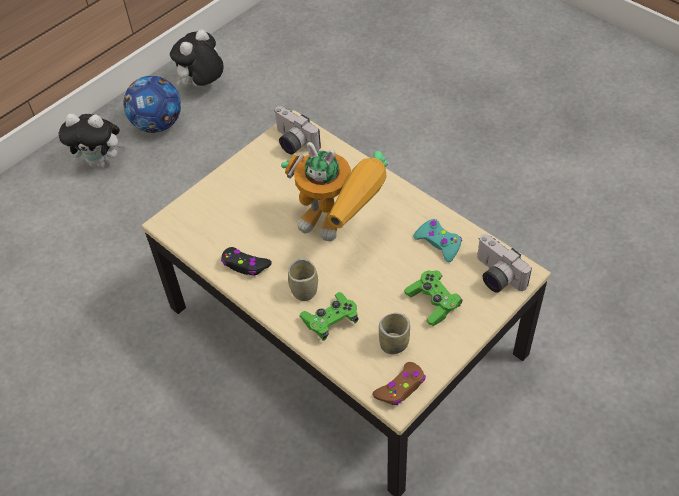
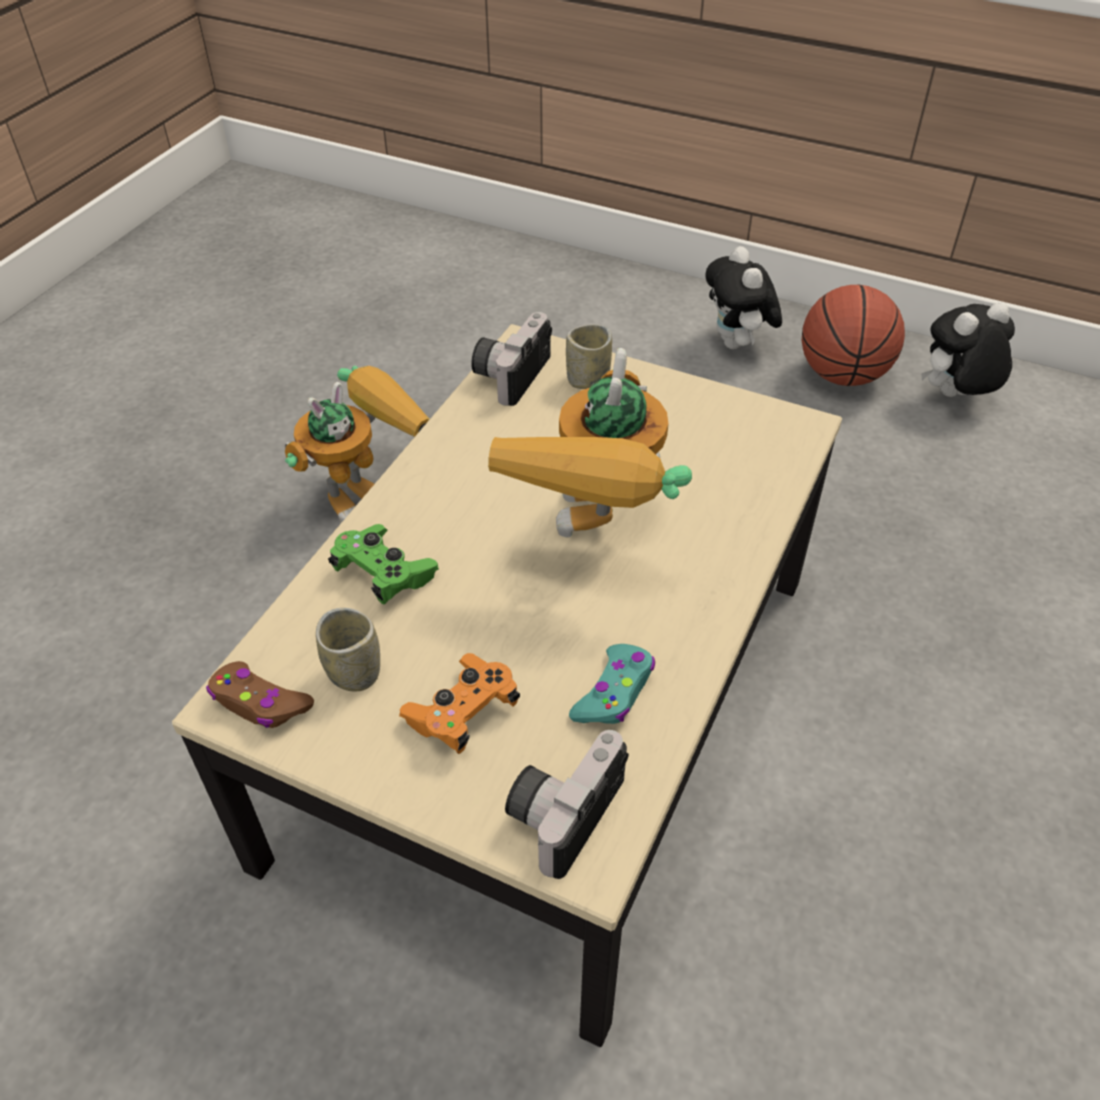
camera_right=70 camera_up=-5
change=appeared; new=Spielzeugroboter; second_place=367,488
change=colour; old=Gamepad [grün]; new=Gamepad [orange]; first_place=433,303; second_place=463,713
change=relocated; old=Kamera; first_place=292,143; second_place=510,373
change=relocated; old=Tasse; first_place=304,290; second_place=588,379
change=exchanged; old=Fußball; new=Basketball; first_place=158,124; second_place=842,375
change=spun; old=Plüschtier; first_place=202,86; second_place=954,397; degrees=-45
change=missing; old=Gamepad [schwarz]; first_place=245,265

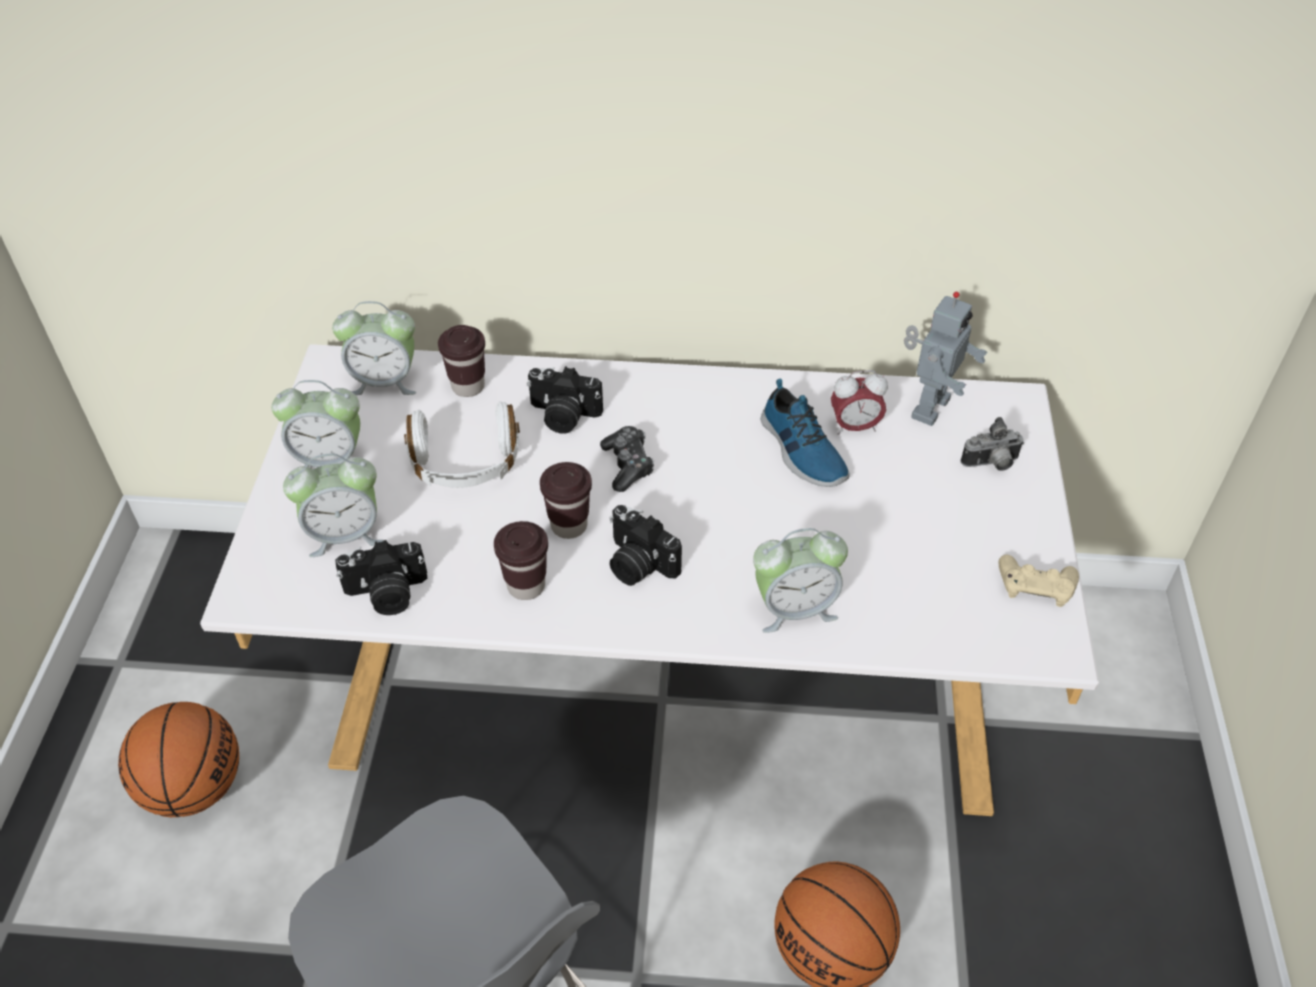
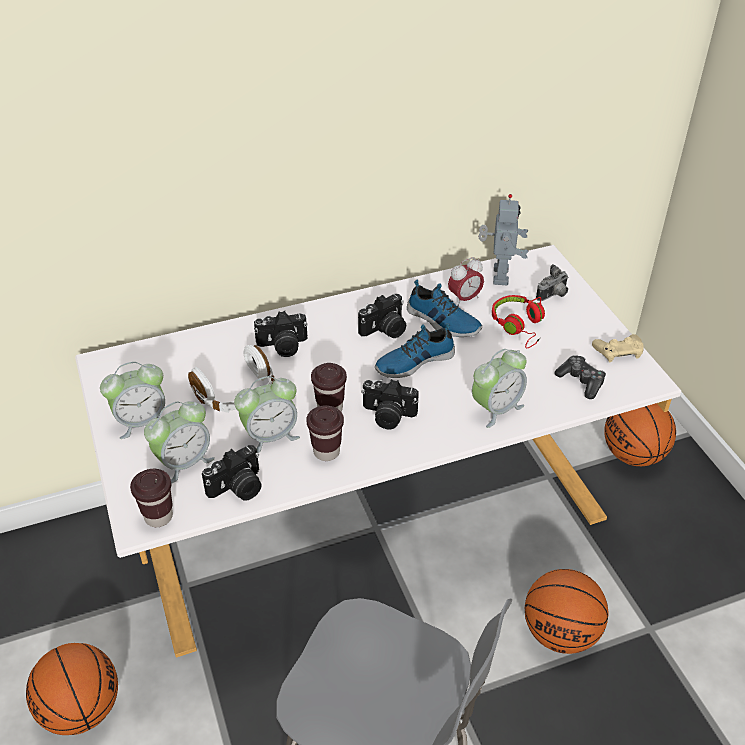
camera_right=-25 camera_up=-5
change=relocated; old=Tasse [braun]; first_place=468,386; second_place=158,517
change=relocated; old=Wecker; first_place=385,381; second_place=270,436
change=appeared; new=Kamera; second_place=385,330
change=appeared; new=Schuh; second_place=414,361
change=appeared; new=Kopfhörer [rot]; second_place=519,326
change=relocated; old=Gamepad; first_place=628,465; second_place=581,381
change=appeared; new=Basketball; second_place=633,454

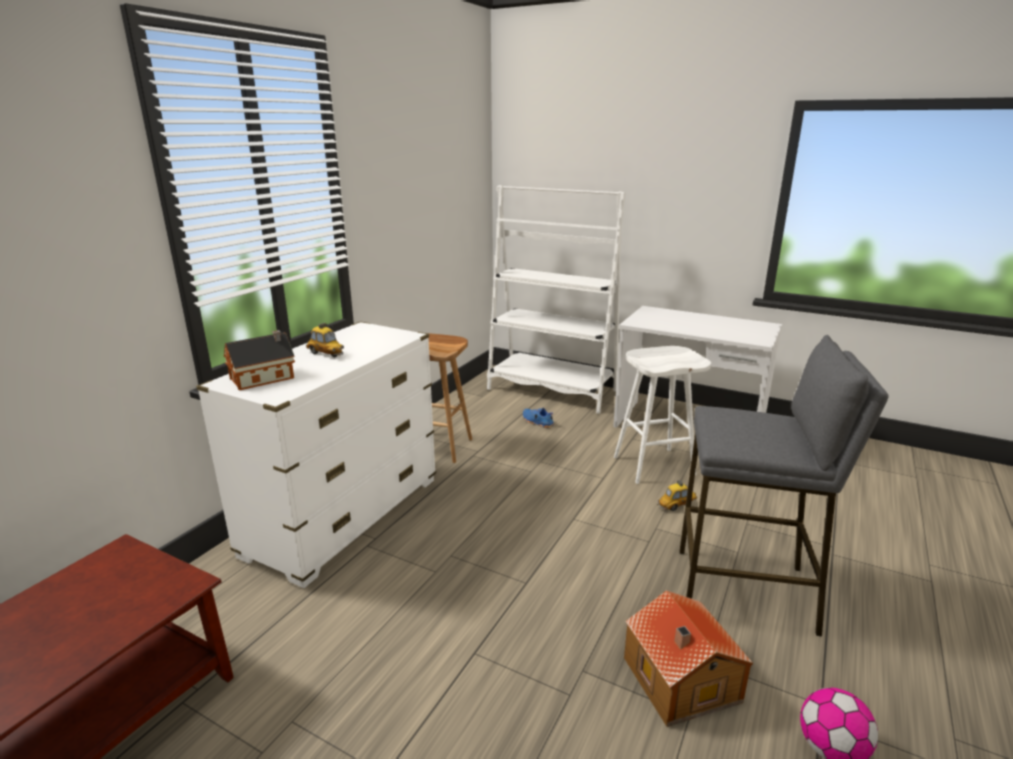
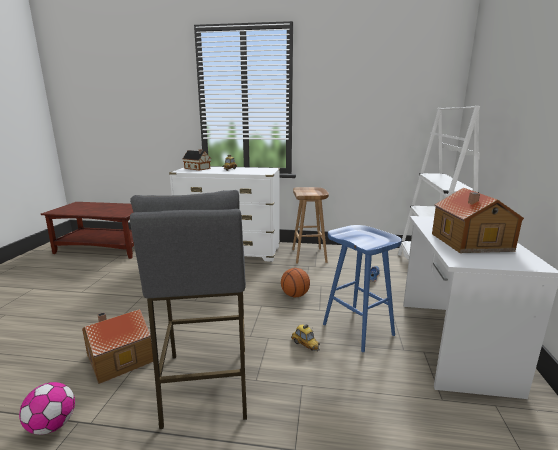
camera_right=70 camera_up=-5
change=appeared; new=Basketball; second_place=295,295
change=colour; old=Hocker [weiß]; new=Hocker [blau]; first_place=654,465; second_place=359,329
change=appeared; new=Spielzeughaus; second_place=470,242

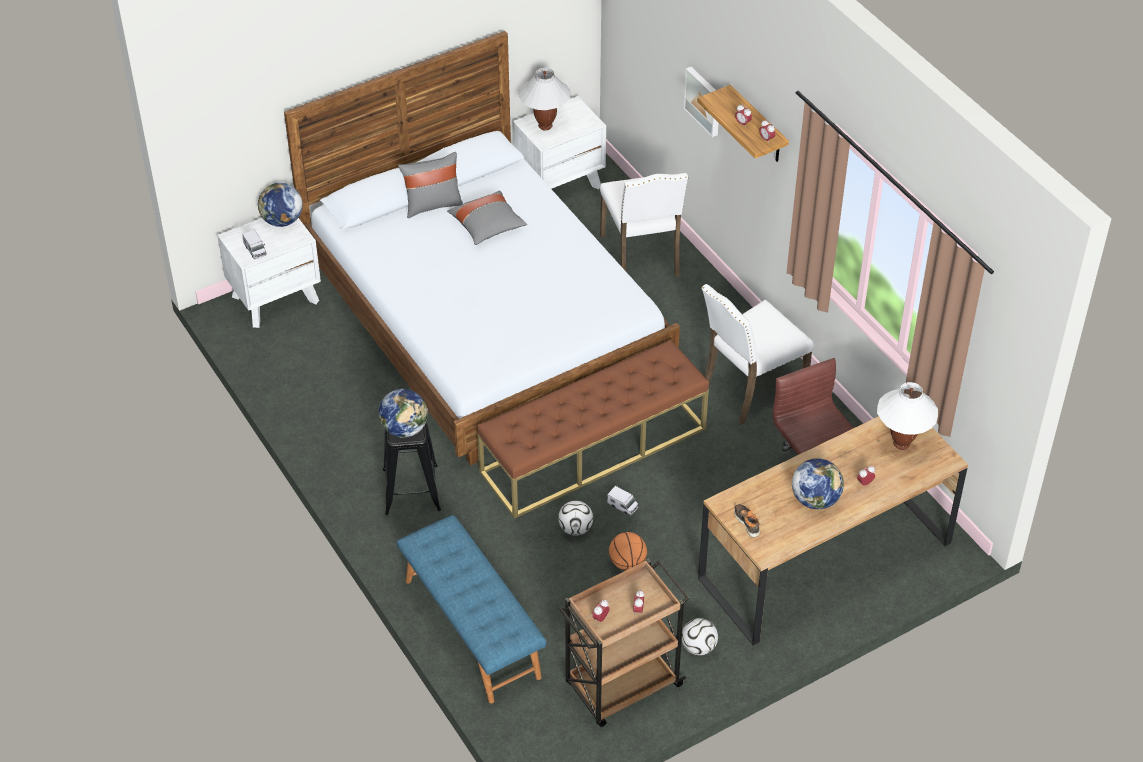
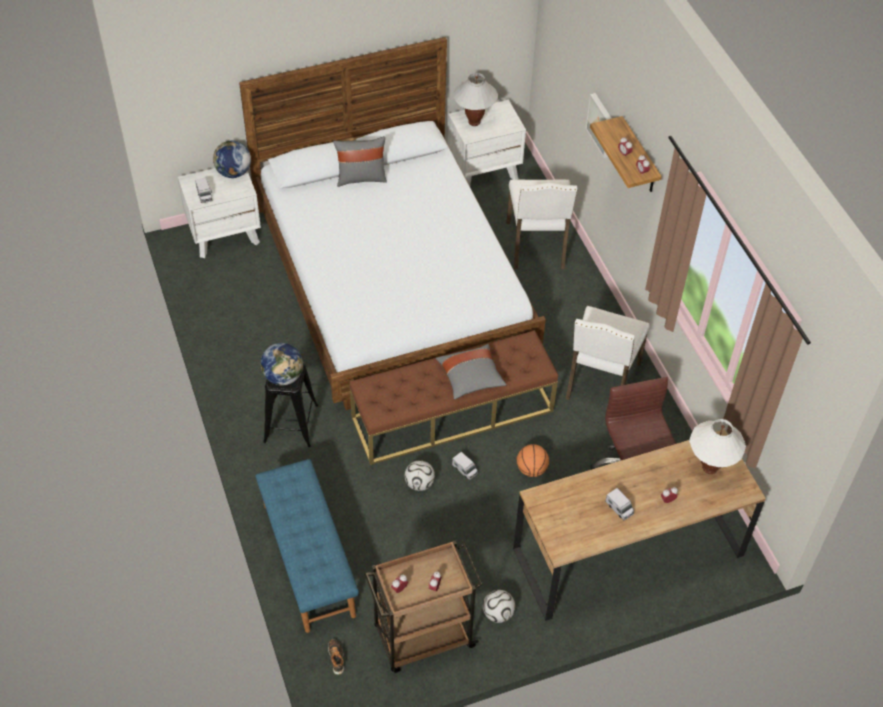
camera_right=10 camera_up=5
change=relocated; old=Schuh; first_place=747,522; second_place=336,658
change=relocated; old=Kissen [grau]; first_place=487,227; second_place=470,378
change=relocated; old=Basketball; first_place=627,563; second_place=531,469
change=spun; old=Stuhl [weiß]; first_place=750,389; second_place=600,382; degrees=-45
change=exchanged; old=Globus; new=Spielzeuglaster; first_place=815,499; second_place=619,508

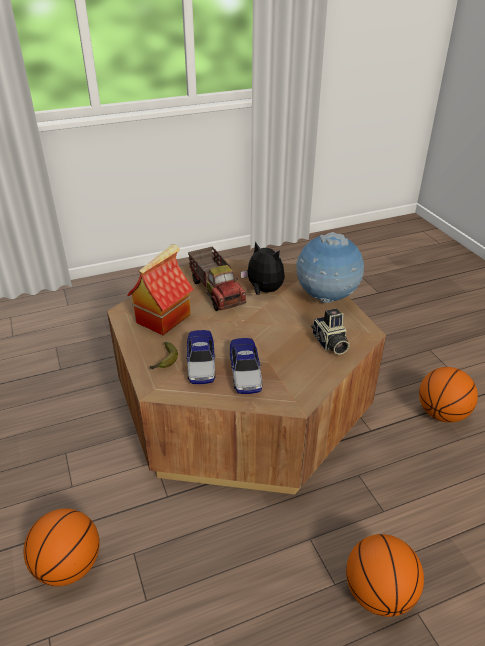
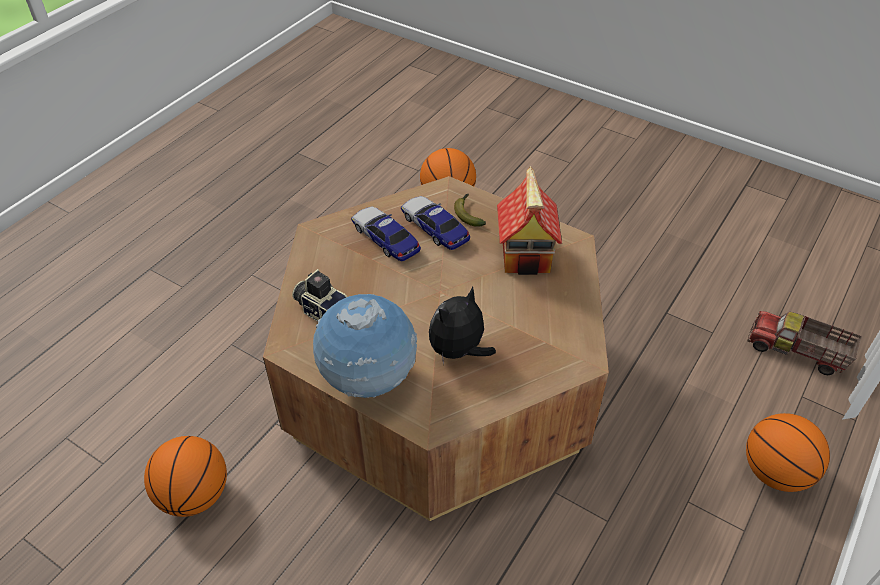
camera_right=145 camera_up=10
change=spun; old=Plüschtier; first_place=263,291; second_place=458,351; degrees=135
change=relocated; old=Basketball; first_place=379,593; second_place=775,472
change=relocated; old=Spielzeuglaster; first_place=217,291; second_place=796,352

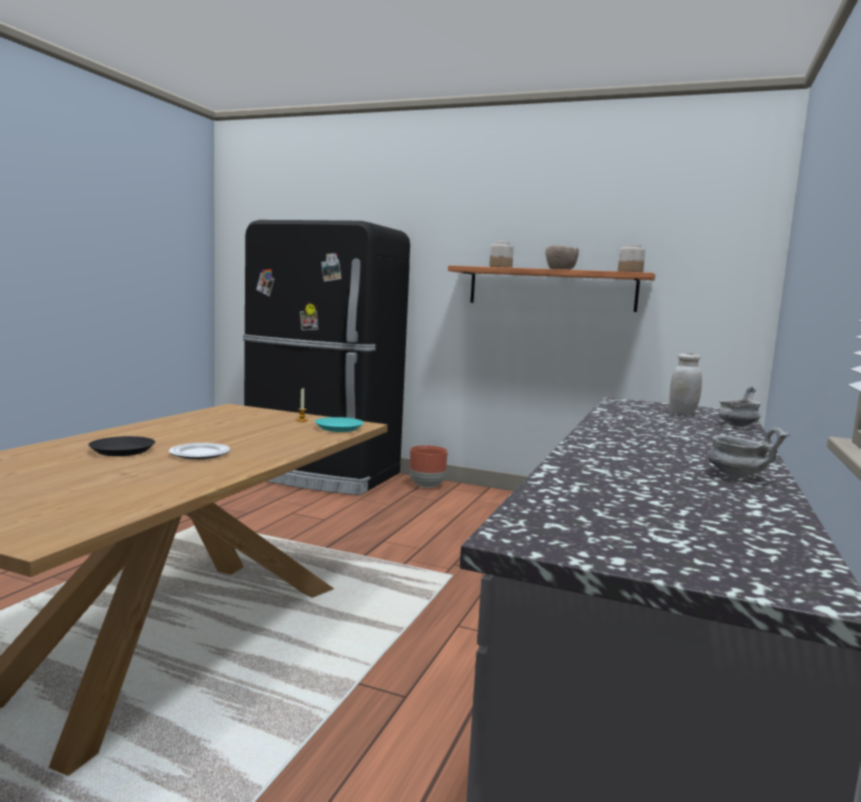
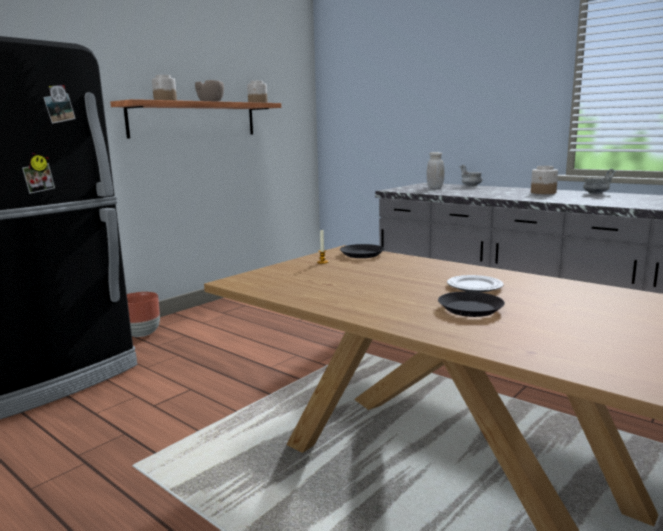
camera_right=-70 camera_up=5
change=colour; old=Teller [türkis]; new=Teller [schwarz]; first_place=339,428; second_place=361,254
change=appeared; new=Vorratsglas; second_place=543,192

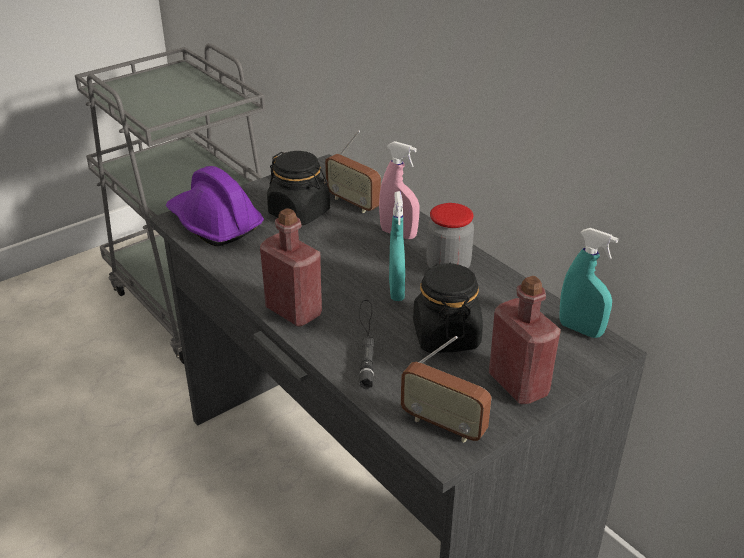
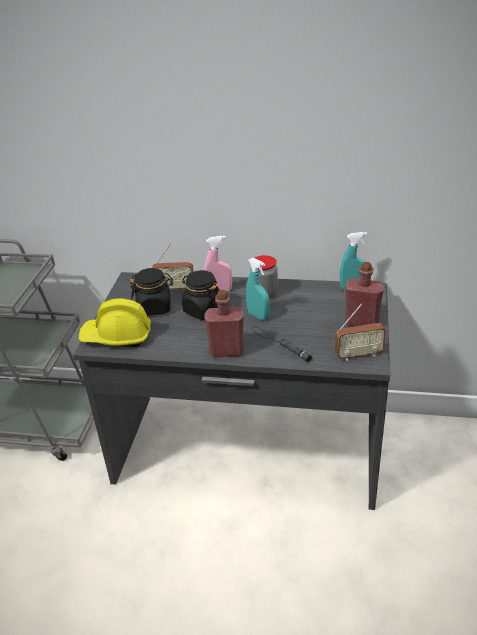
camera_right=-40 camera_up=0
change=colour; old=Schutzhelm [lila]; new=Schutzhelm [gelb]; first_place=214,223; second_place=117,337
change=relocated; old=Vorratsglas [schwarz]; first_place=446,335; second_place=203,310

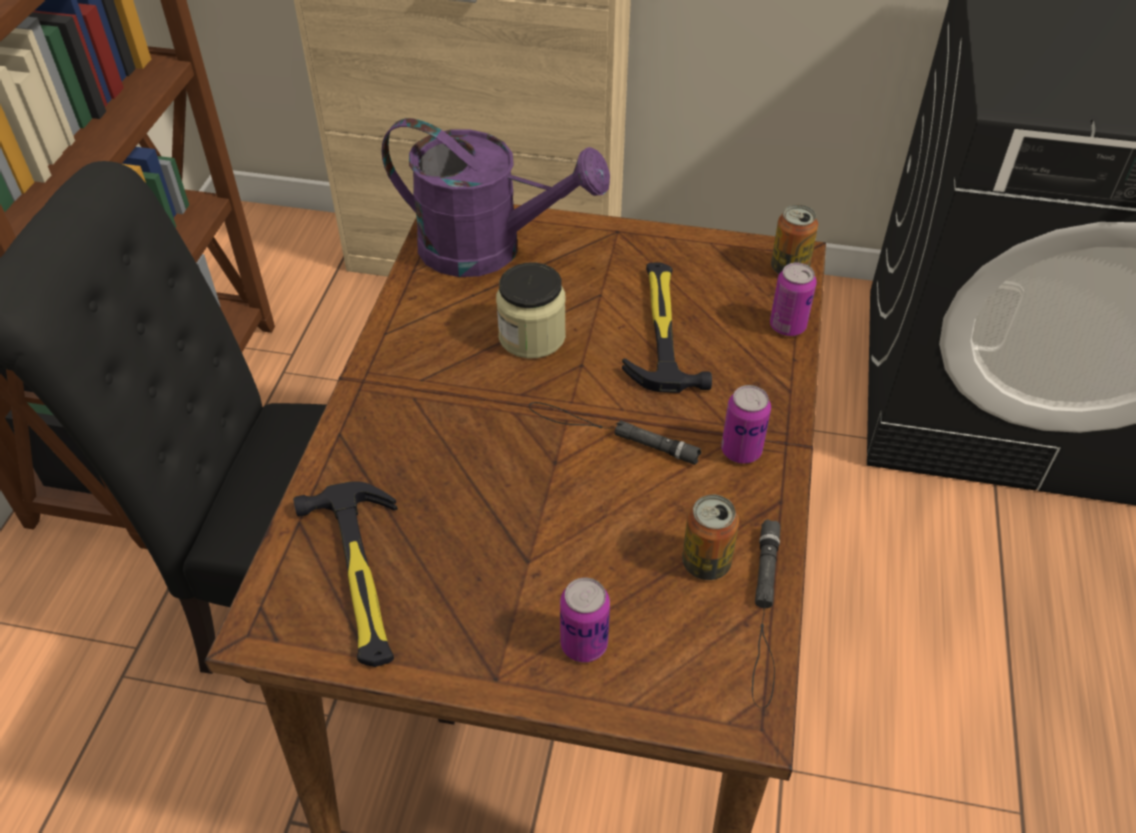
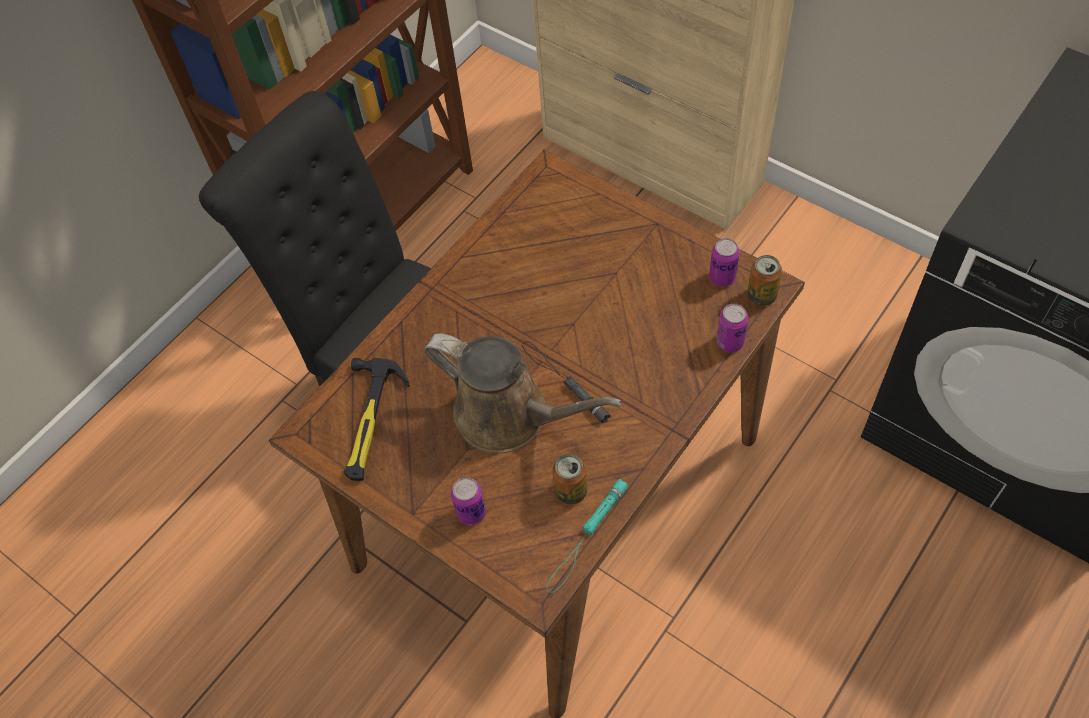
camera_right=30 camera_up=10
change=appeared; new=Gießkanne [braun]; second_place=510,416
change=colour; old=Taschenlampe [schwarz]; new=Taschenlampe [türkis]; first_place=765,614; second_place=586,537
change=relocated; old=Dose; first_place=741,451; second_place=722,277
change=missing; old=Gießkanne [lila]; first_place=488,249
change=missing; old=Vorratsglas; first_place=532,336
change=missing; old=Hammer; first_place=661,329

